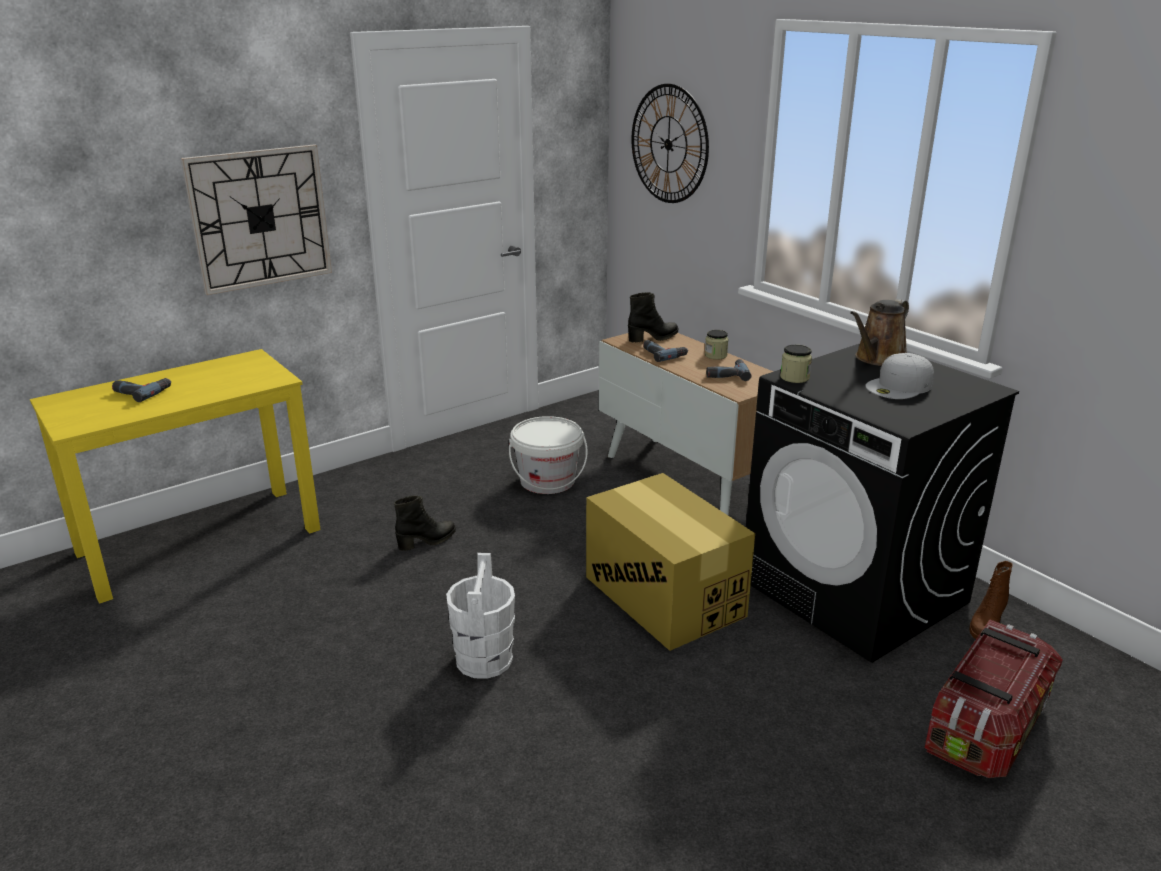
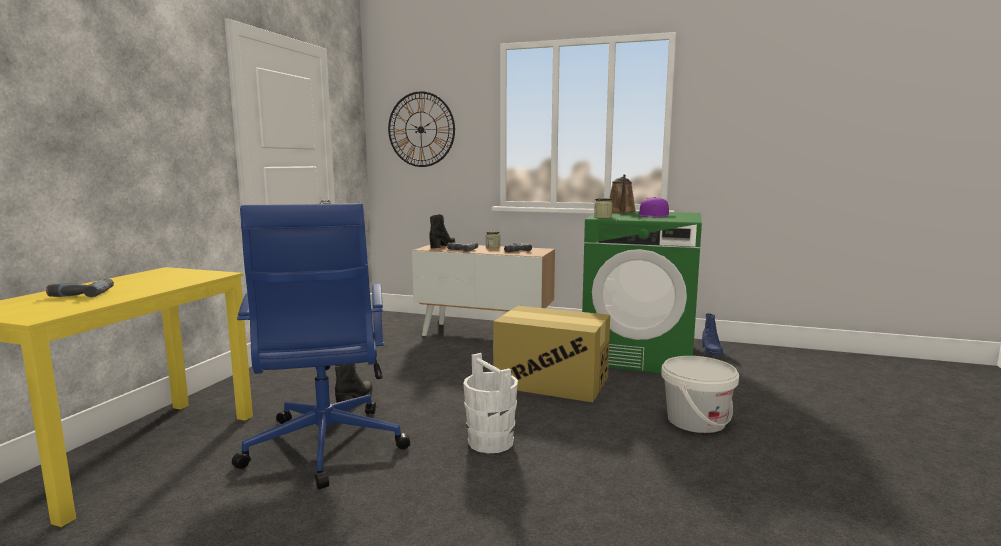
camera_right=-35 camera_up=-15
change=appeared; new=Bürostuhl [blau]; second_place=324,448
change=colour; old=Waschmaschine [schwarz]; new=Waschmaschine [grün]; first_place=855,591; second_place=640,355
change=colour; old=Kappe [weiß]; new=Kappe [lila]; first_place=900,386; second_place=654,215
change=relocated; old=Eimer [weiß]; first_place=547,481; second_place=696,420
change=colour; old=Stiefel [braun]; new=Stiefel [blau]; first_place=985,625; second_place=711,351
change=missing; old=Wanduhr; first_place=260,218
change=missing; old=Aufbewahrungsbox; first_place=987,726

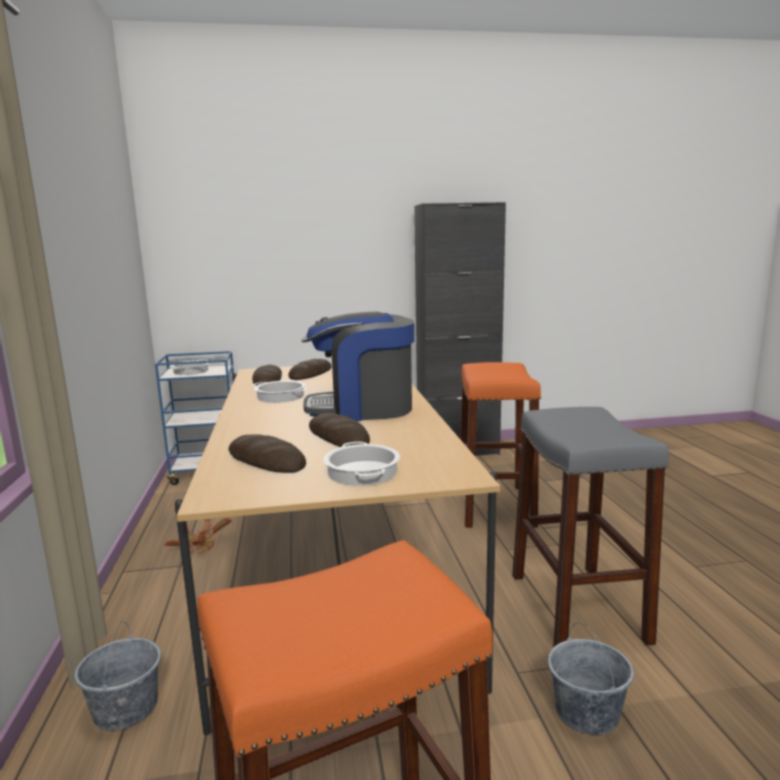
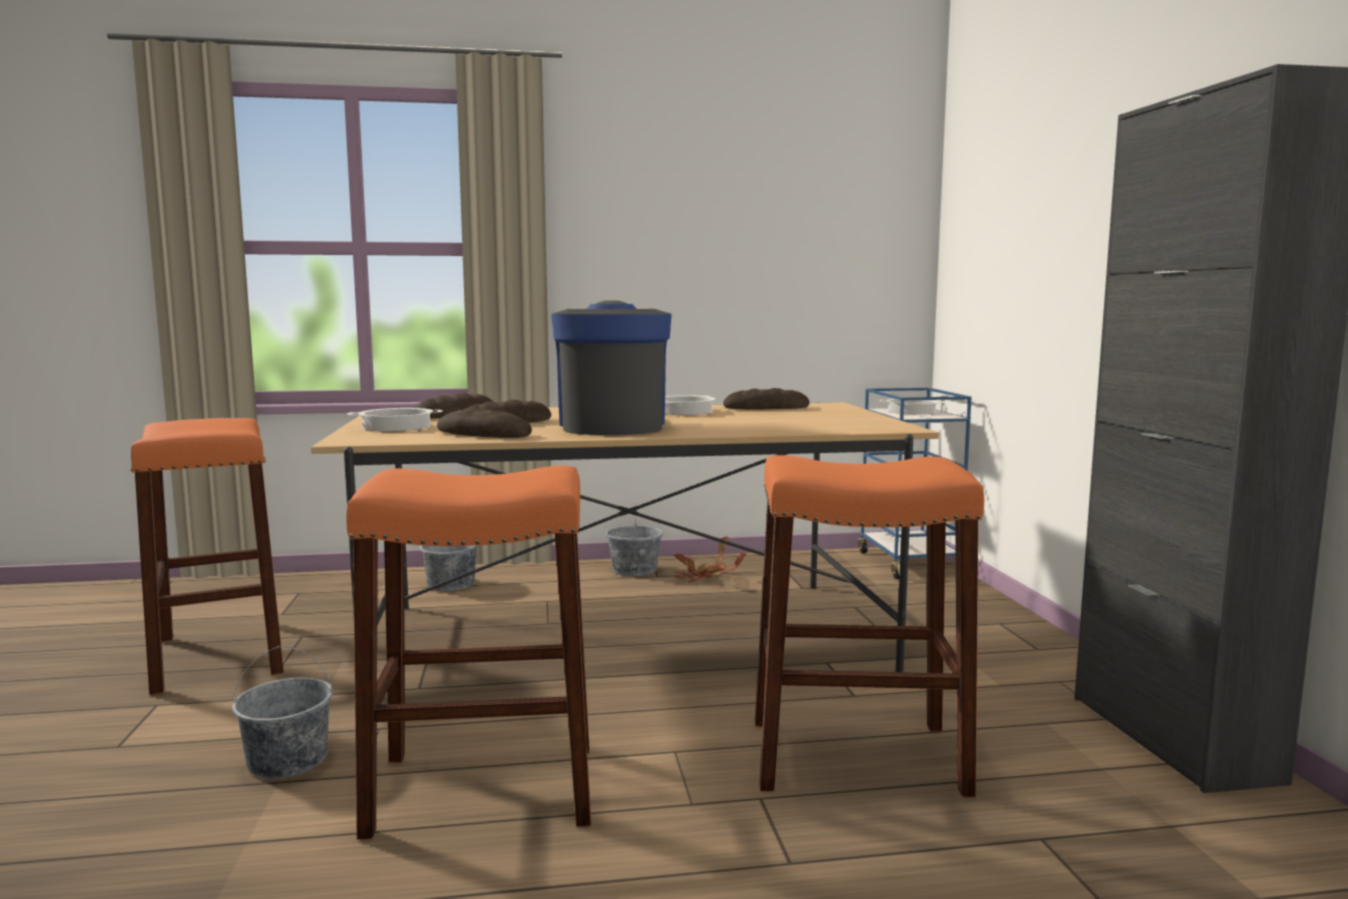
camera_right=90 camera_up=-5
change=colour; old=Hocker [grau]; new=Hocker [orange]; first_place=577,607; second_place=483,789
change=relocated; old=Brot; first_place=311,374; second_place=483,434
change=appeared; new=Eimer [grau]; second_place=634,570

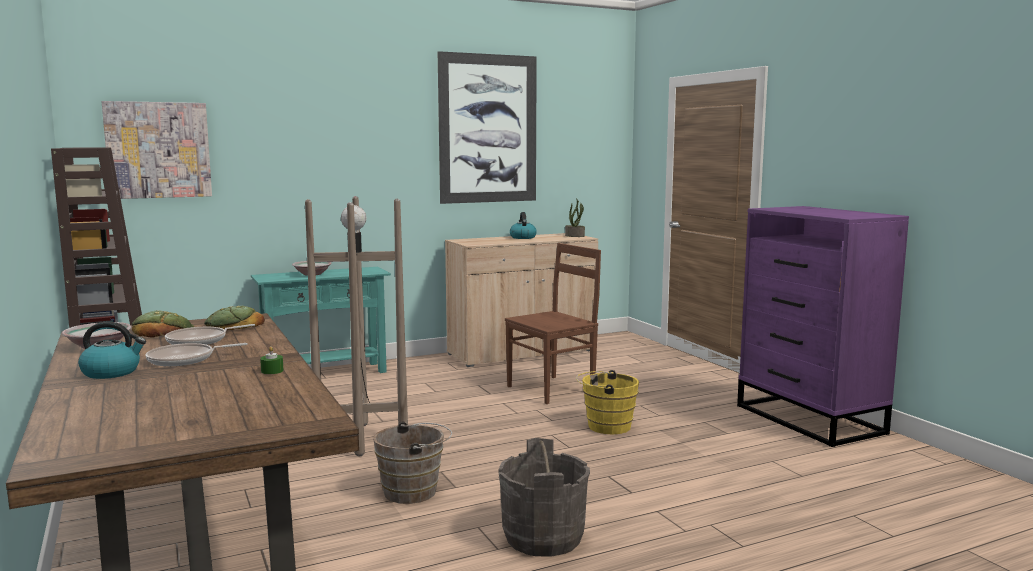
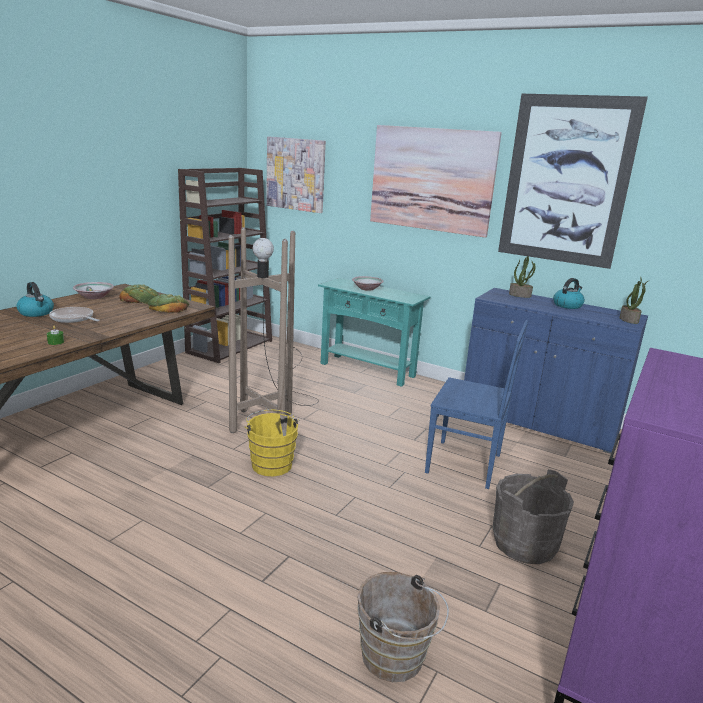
camera_right=55 camera_up=10
change=relocated; old=Eimer [gelb]; first_place=605,426; second_place=271,463
change=relocated; old=Eimer [braun]; first_place=415,491; second_place=396,659
change=appeared; new=Bild; second_place=431,179
change=colour; old=Stuhl [braun]; new=Stuhl [blau]; first_place=552,389; second_place=466,464
change=colour; old=Schrank [beige]; new=Schrank [blau]; first_place=522,352; second_place=538,421
change=relocated; old=Eimer [grau]; first_place=543,537; second_place=524,544
change=appeared; new=Topfpflanze; second_place=520,295
change=missing; old=Pfanne; first_place=200,341

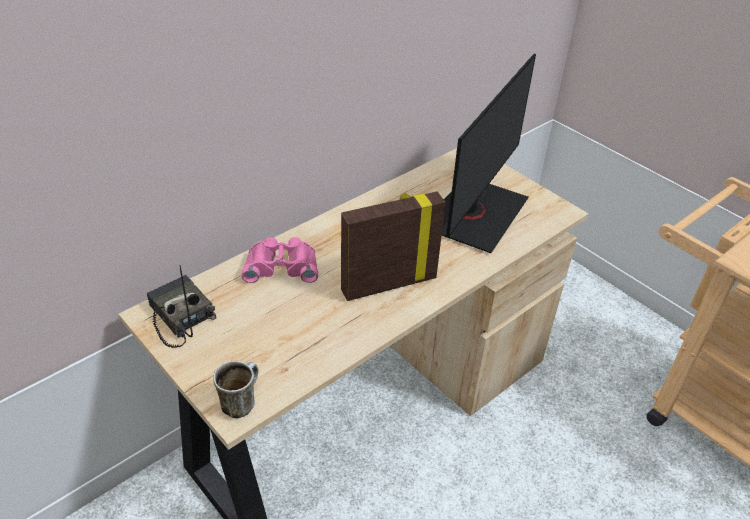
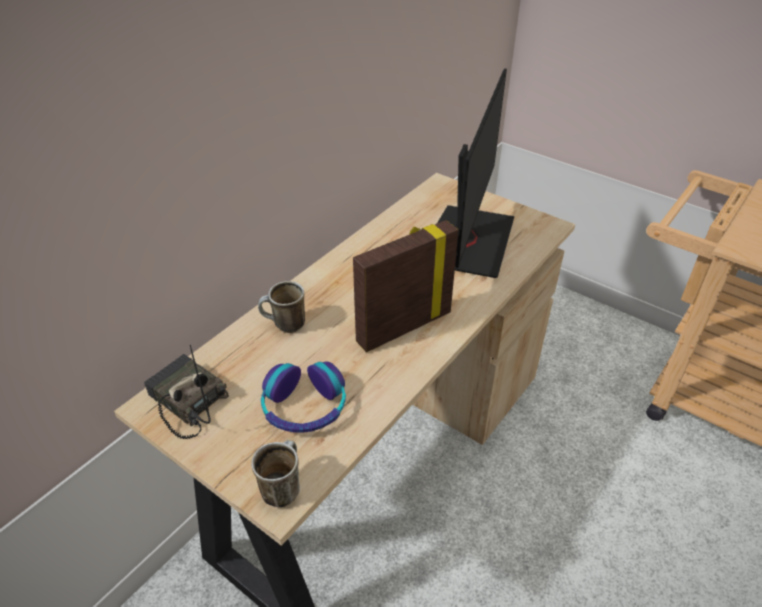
camera_right=-10 camera_up=0
change=exchanged; old=Fernglas [rosa]; new=Henkelbecher; first_place=281,265; second_place=284,326
change=appeared; new=Kopfhörer; second_place=304,407

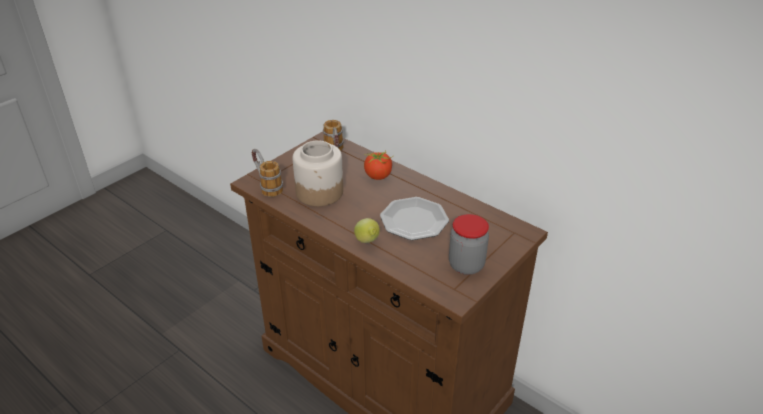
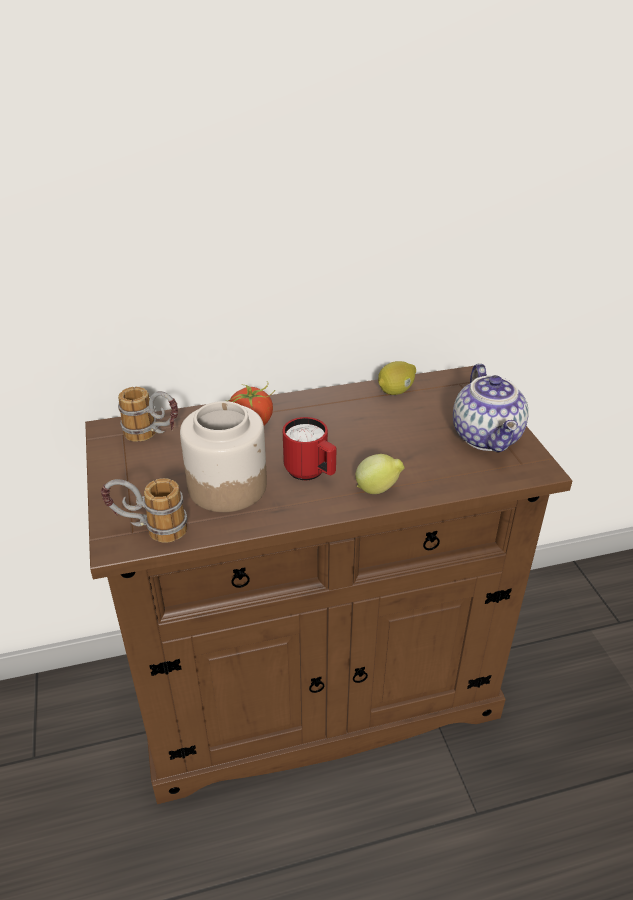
camera_right=-55 camera_up=0
change=appeared; new=Henkelbecher [rot]; second_place=311,473
change=appeared; new=Zitrone; second_place=396,391
change=exchanged; old=Vorratsglas; new=Teekanne; first_place=466,265; second_place=488,437
change=missing; old=Teller; first_place=413,221

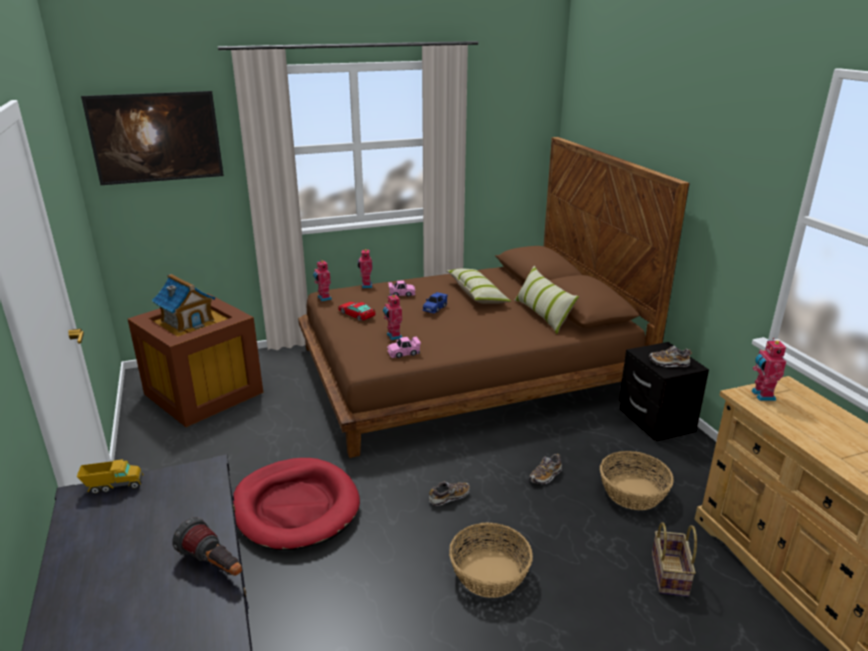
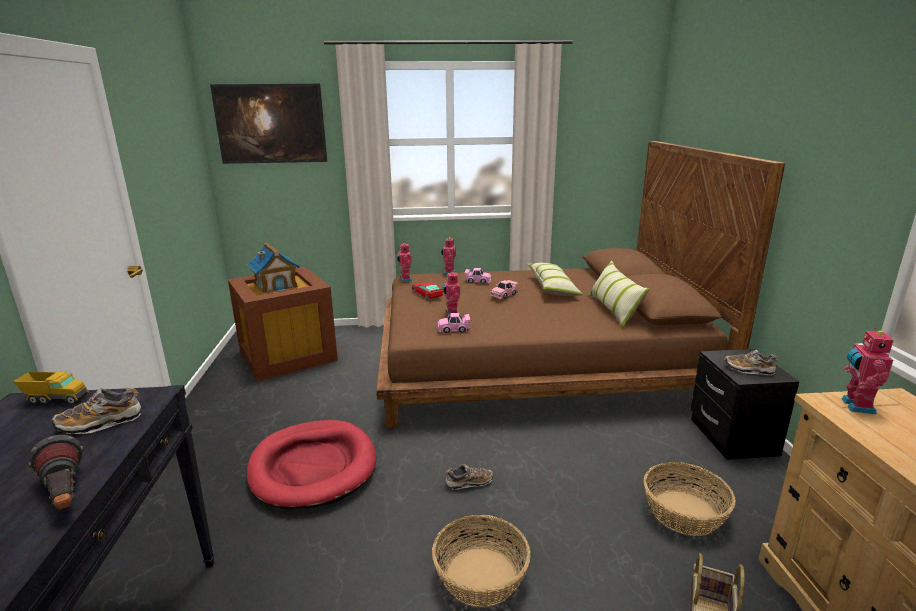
camera_right=15 camera_up=-5
change=relocated; old=Schuh; first_place=545,476; second_place=101,423
change=colour; old=Spielzeugauto [blau]; new=Spielzeugauto [rosa]; first_place=435,308; second_place=504,295

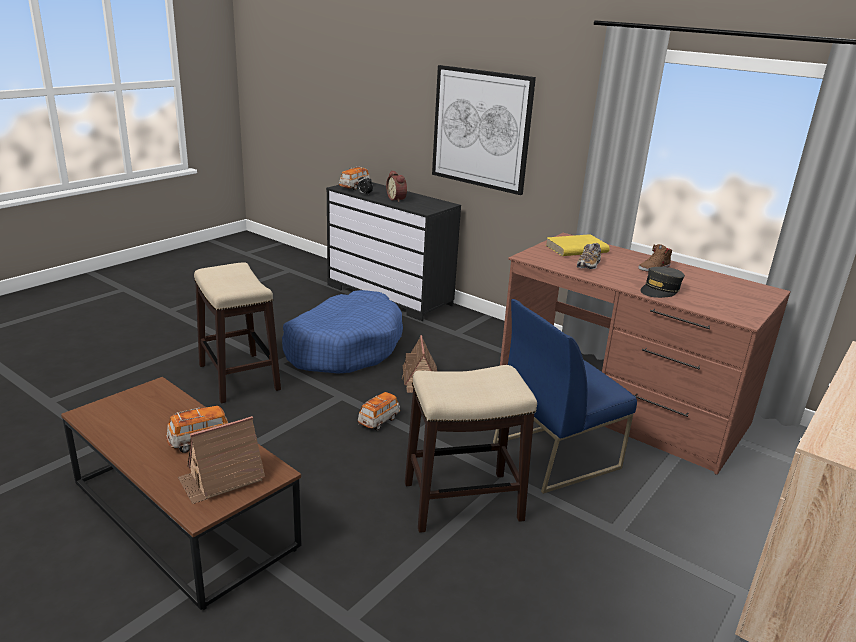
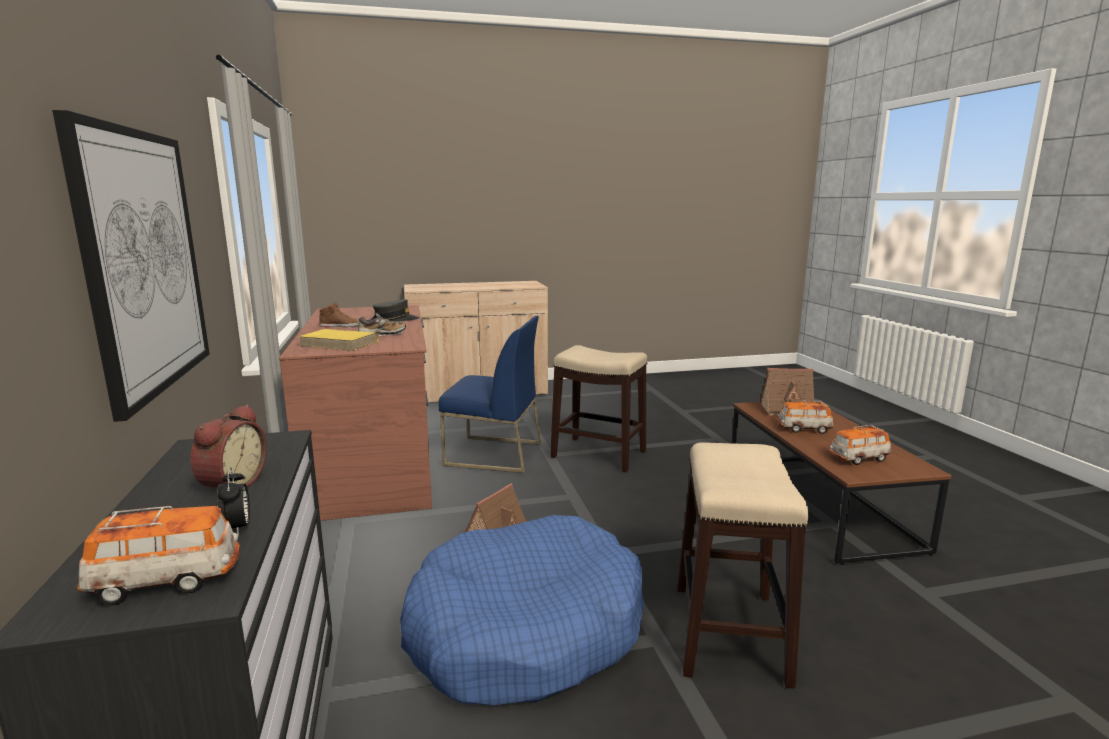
camera_right=-140 camera_up=-10
change=relocated; old=Spielzeugauto; first_place=379,421; second_place=858,459

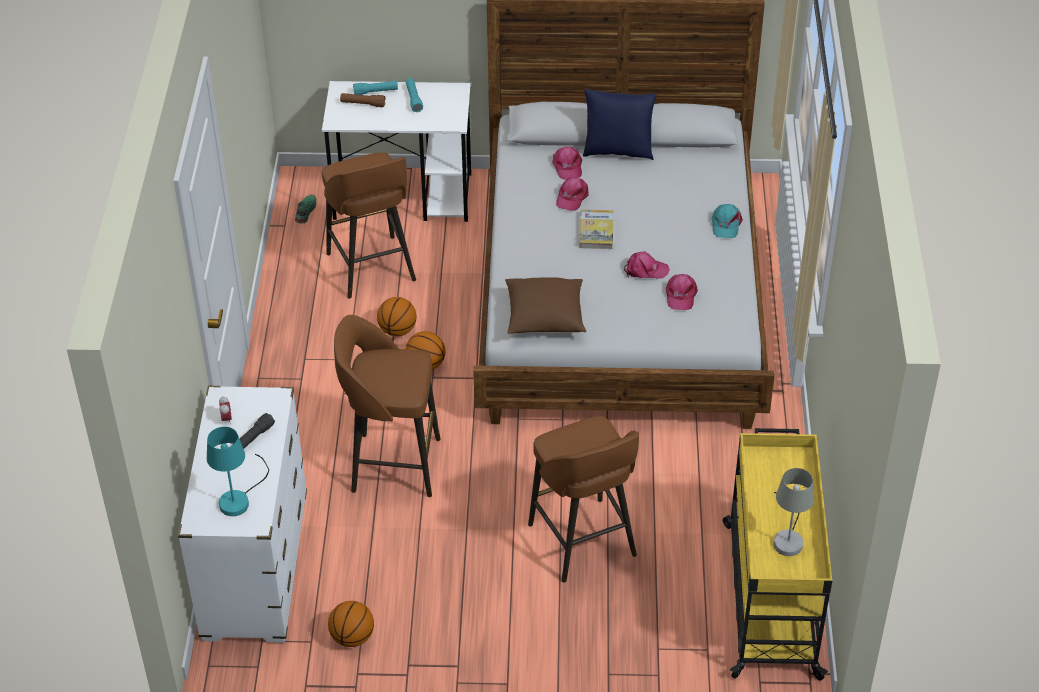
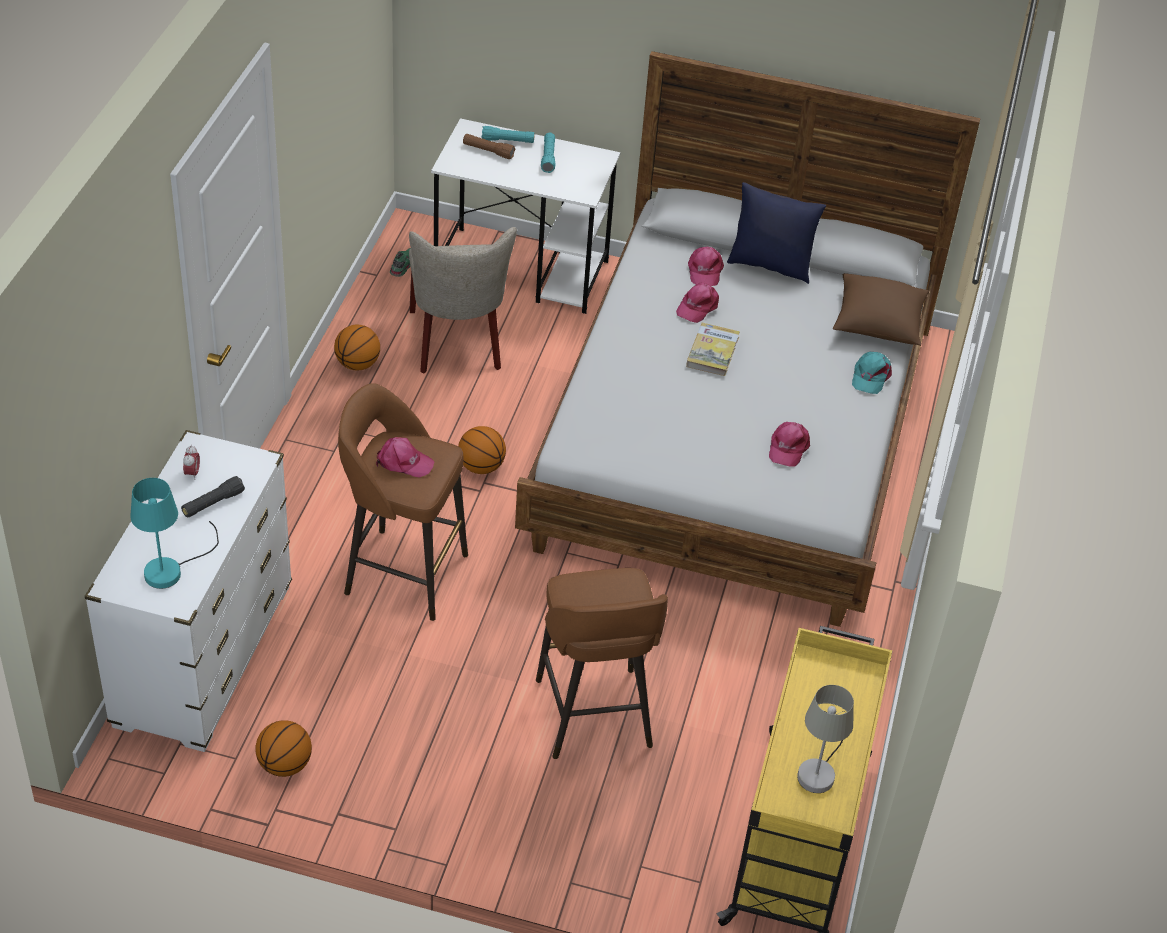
camera_right=10 camera_up=0
change=relocated; old=Basketball; first_place=398,330; second_place=358,364
change=relocated; old=Kappe [rosa]; first_place=645,270; second_place=403,462
change=exchanged; old=Hocker [braun]; new=Stuhl [beige]; first_place=372,269; second_place=457,344
change=relocated; old=Kissen [braun]; first_place=545,318; second_place=877,324

